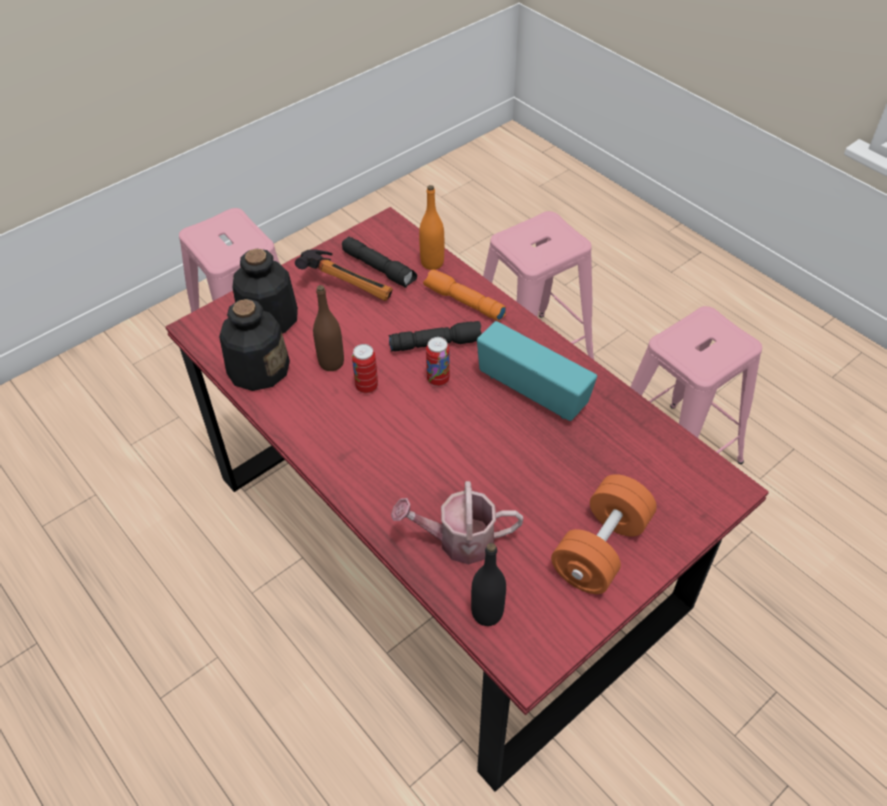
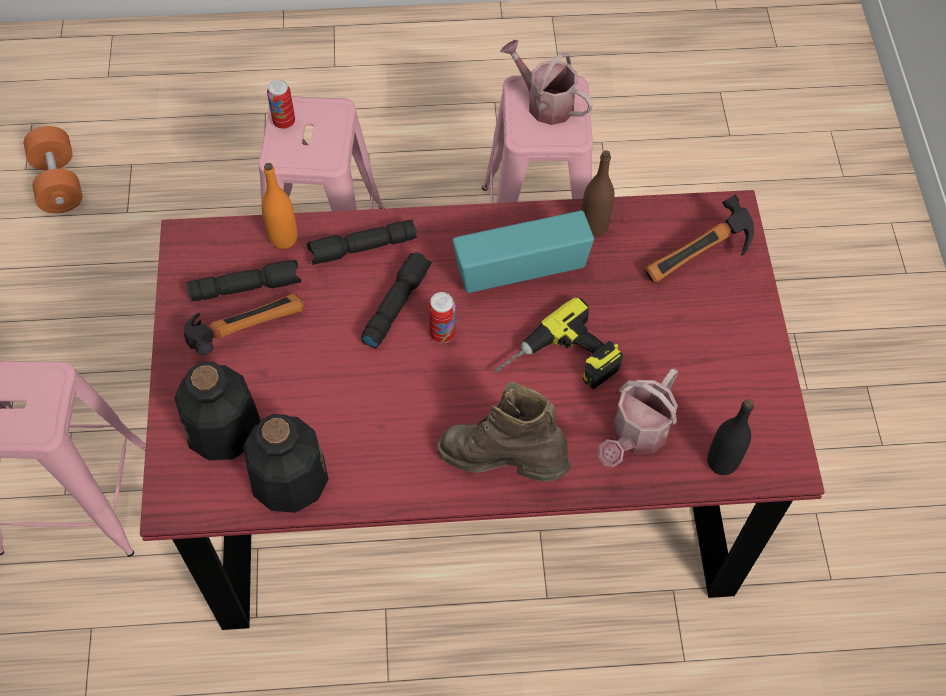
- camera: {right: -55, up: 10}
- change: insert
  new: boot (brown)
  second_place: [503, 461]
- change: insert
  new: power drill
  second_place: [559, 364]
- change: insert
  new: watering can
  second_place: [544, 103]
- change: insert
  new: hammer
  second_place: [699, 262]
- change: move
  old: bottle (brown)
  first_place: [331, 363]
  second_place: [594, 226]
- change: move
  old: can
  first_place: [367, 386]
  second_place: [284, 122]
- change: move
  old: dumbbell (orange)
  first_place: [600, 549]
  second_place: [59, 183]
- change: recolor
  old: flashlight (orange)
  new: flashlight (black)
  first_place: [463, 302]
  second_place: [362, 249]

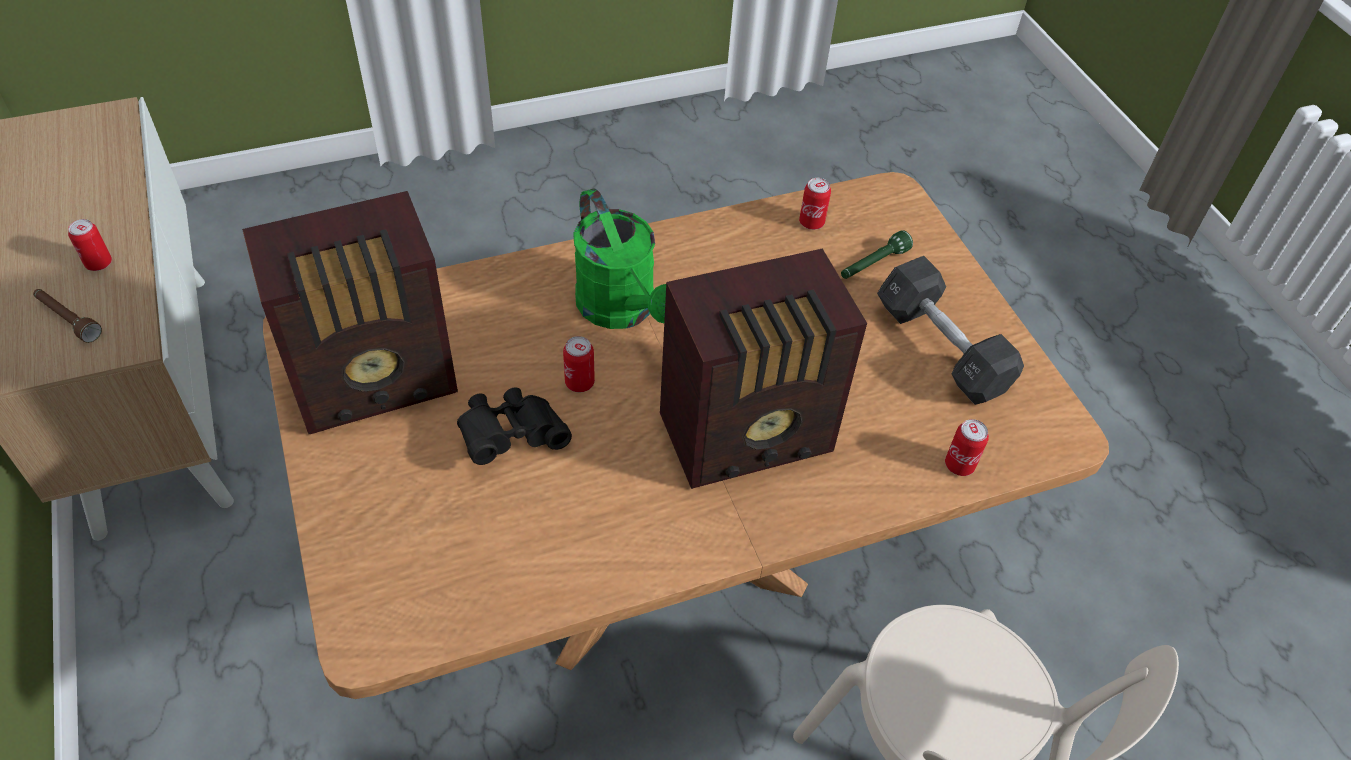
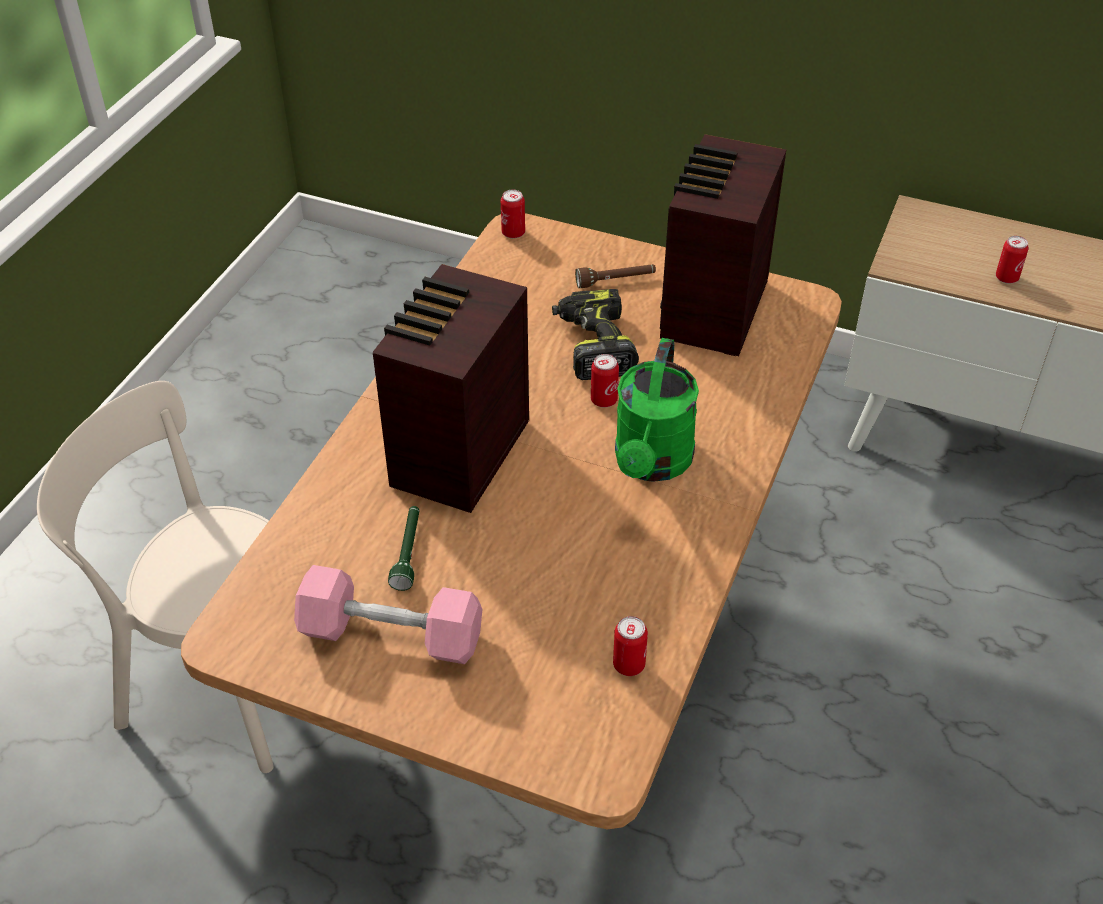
- camera: {right: 135, up: -5}
- change: move
  old: flashlight (brown)
  first_place: [68, 320]
  second_place: [615, 281]
- change: move
  old: flashlight (green)
  first_place: [873, 265]
  second_place: [408, 553]
- change: move
  old: can
  first_place: [959, 465]
  second_place: [513, 233]
- change: replace
  old: binoculars (black)
  new: power drill
  first_place: [512, 436]
  second_place: [593, 345]
- change: recolor
  old: dumbbell (black)
  new: dumbbell (pink)
  first_place: [941, 348]
  second_place: [391, 634]
- change: rotate
  old: watering can (green)
  first_place: [623, 310]
  second_place: [651, 464]
  degrees: -90

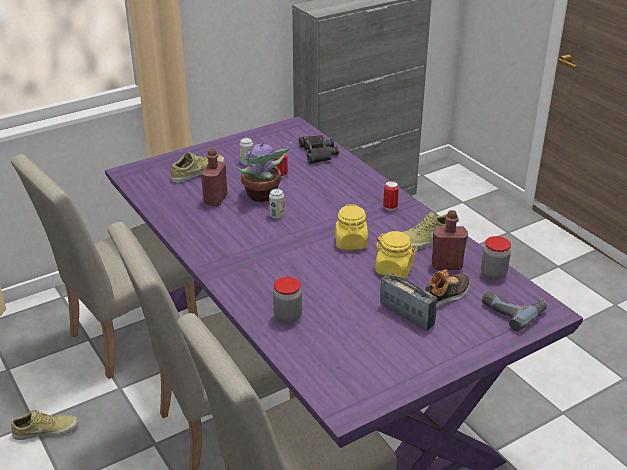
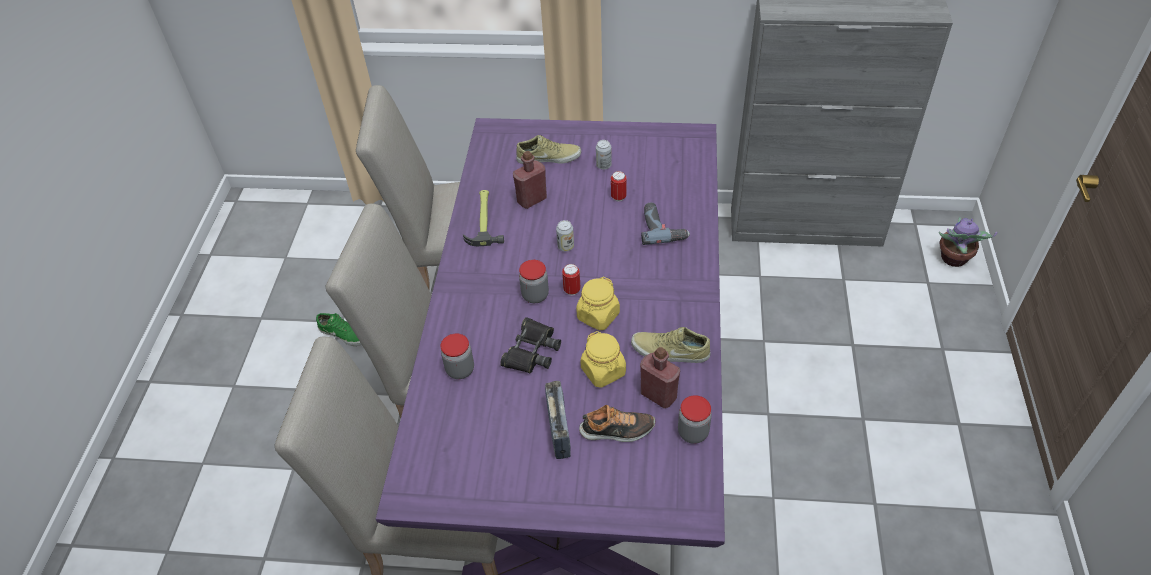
- camera: {right: 40, up: 15}
- change: insert
  new: hammer
  second_place: [484, 219]
- change: insert
  new: jar
  second_place: [535, 295]
- change: move
  old: potted plant
  first_place: [262, 196]
  second_place: [953, 259]
- change: move
  old: binoculars (black)
  first_place: [317, 153]
  second_place: [531, 351]
- change: move
  old: can
  first_place: [390, 207]
  second_place: [572, 290]
- change: move
  old: power drill
  first_place: [512, 310]
  second_place: [662, 227]
- change: recolor
  old: shoe (beige)
  new: shoe (green)
  first_place: [46, 429]
  second_place: [344, 333]

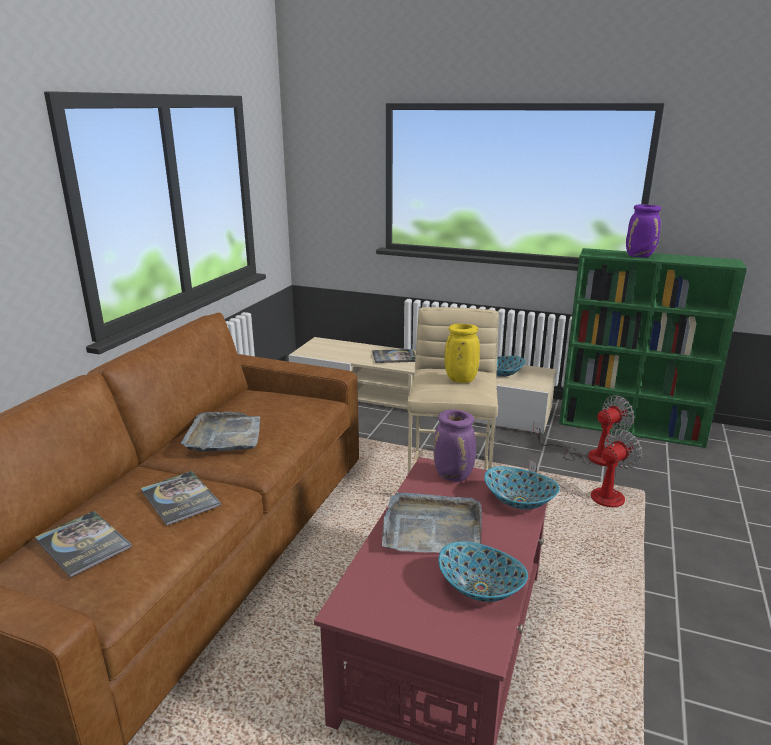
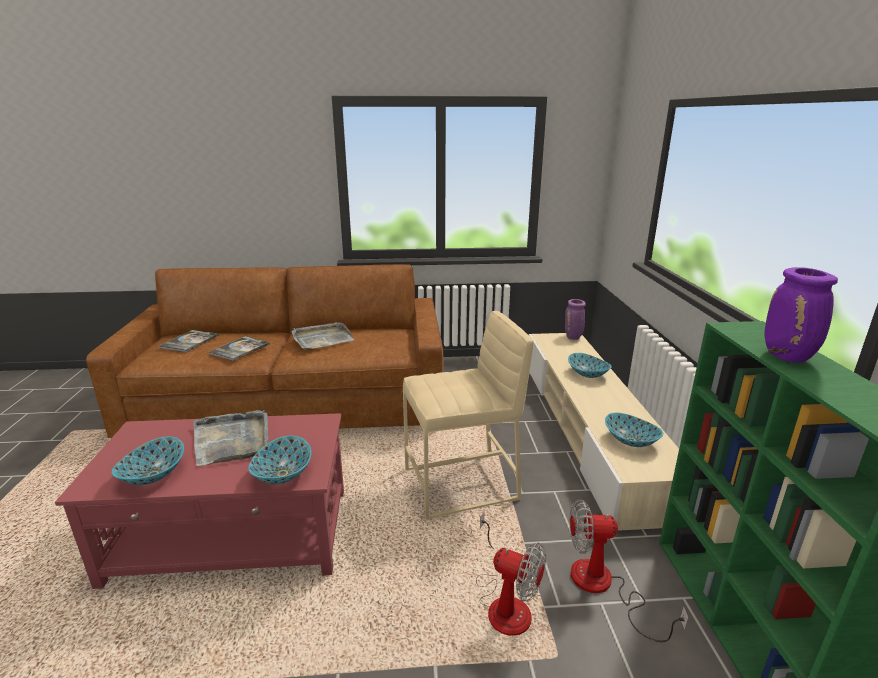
- camera: {right: 65, up: 0}
- change: delete
  old: vase (yellow)
  first_place: [460, 380]
- change: move
  old: vase (purple)
  first_place: [454, 476]
  second_place: [573, 337]
- change: replace
  old: book
  new: bowl
  first_place: [394, 357]
  second_place: [588, 374]
- change: rotate
  old: fan
  first_place: [591, 456]
  second_place: [603, 587]
  degrees: 150

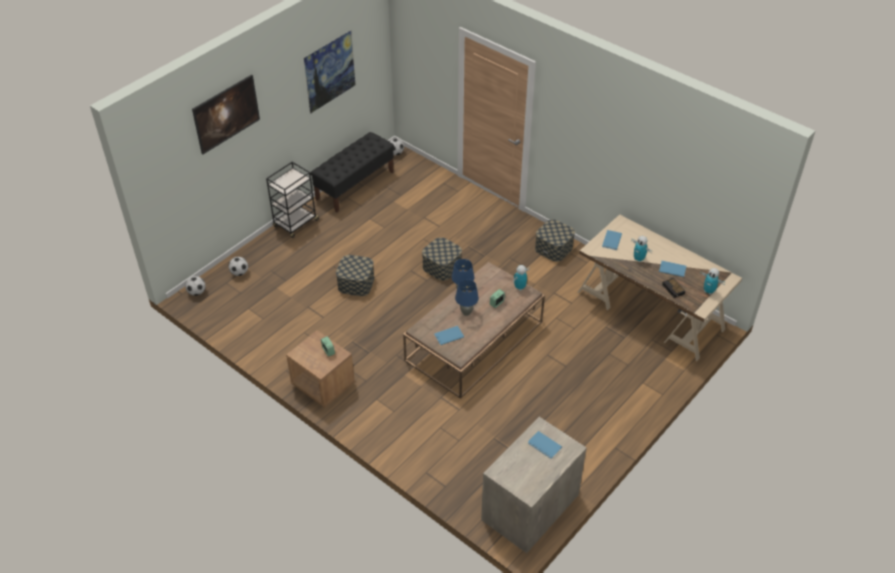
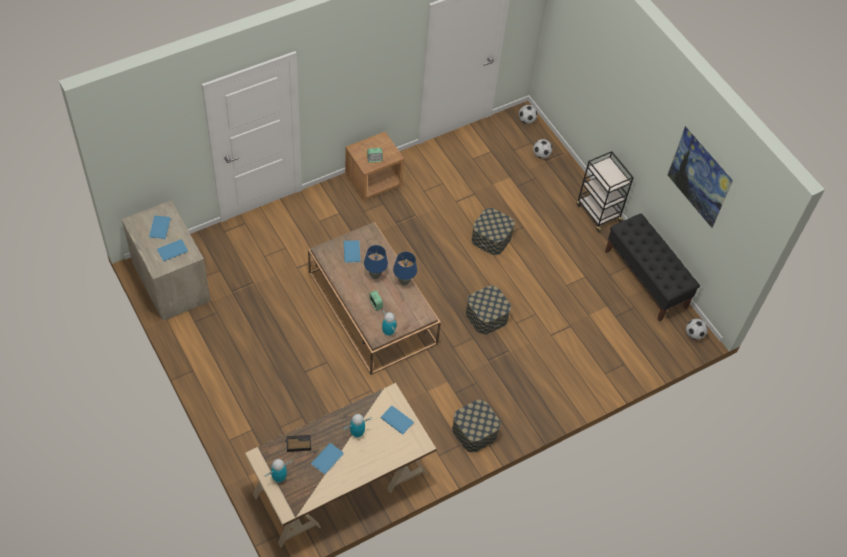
- camera: {right: 105, up: 10}
- change: delete
  old: picture
  first_place: [228, 125]
- change: insert
  new: book (blue)
  second_place: [159, 228]

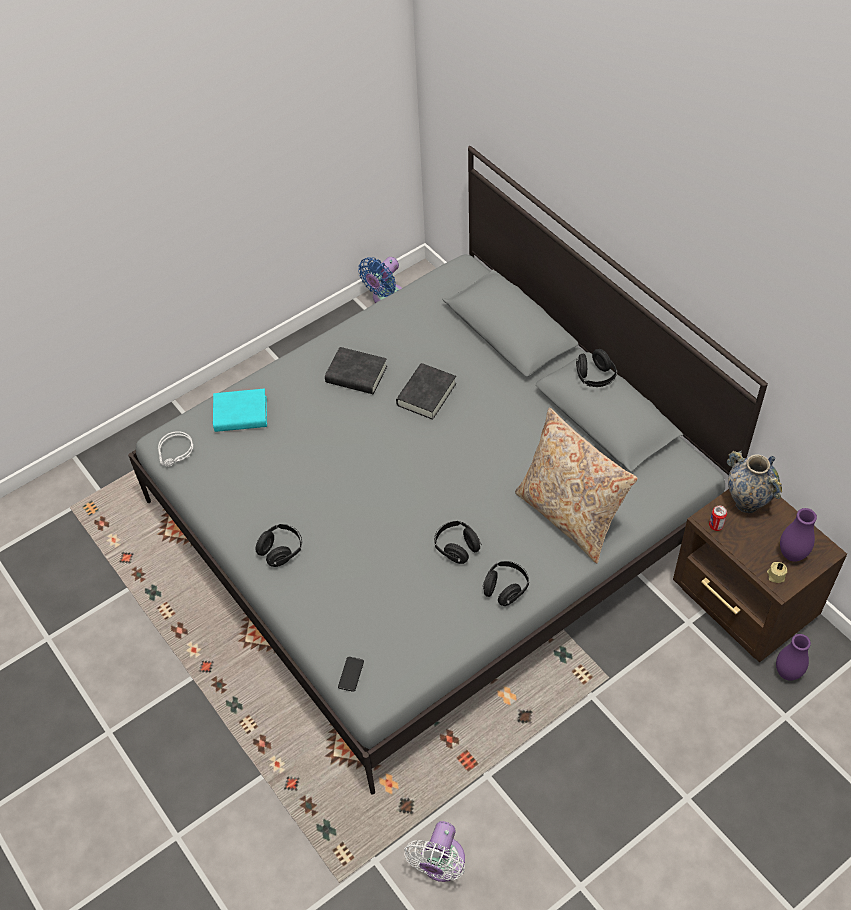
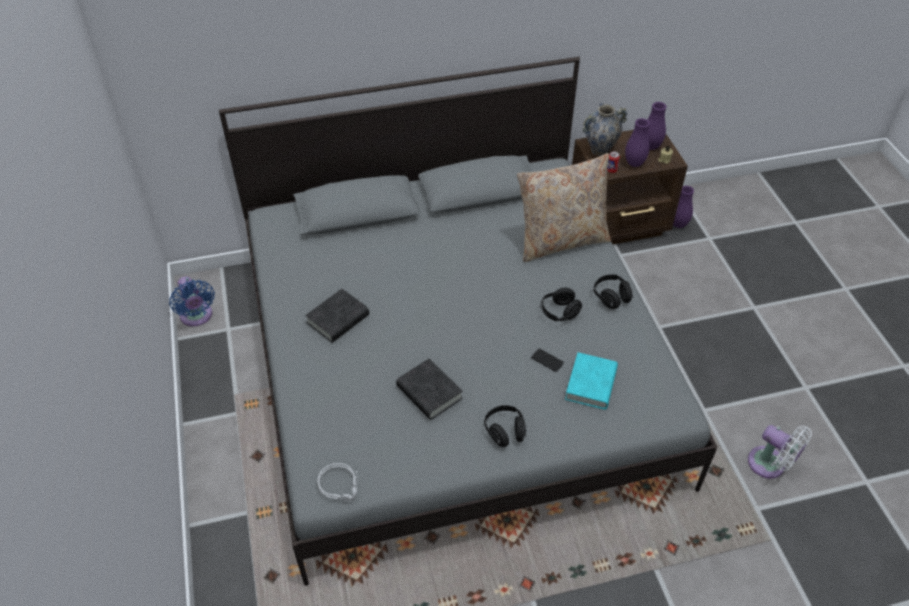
- camera: {right: -70, up: -5}
- change: delete
  old: headphones (black)
  first_place: [595, 377]
- change: insert
  new: vase (purple)
  second_place: [634, 163]
- change: move
  old: book (turquoise)
  first_place: [241, 414]
  second_place: [591, 384]
- change: move
  old: phone
  first_place: [351, 674]
  second_place: [547, 360]
- change: move
  old: book (black)
  first_place: [426, 394]
  second_place: [429, 392]

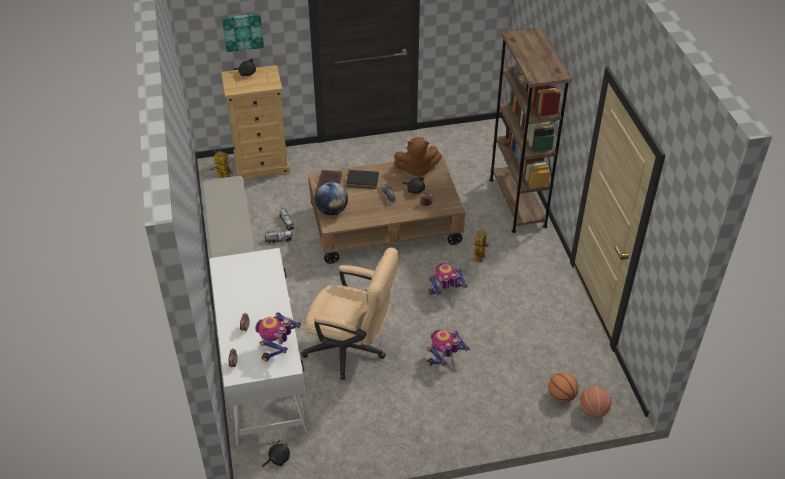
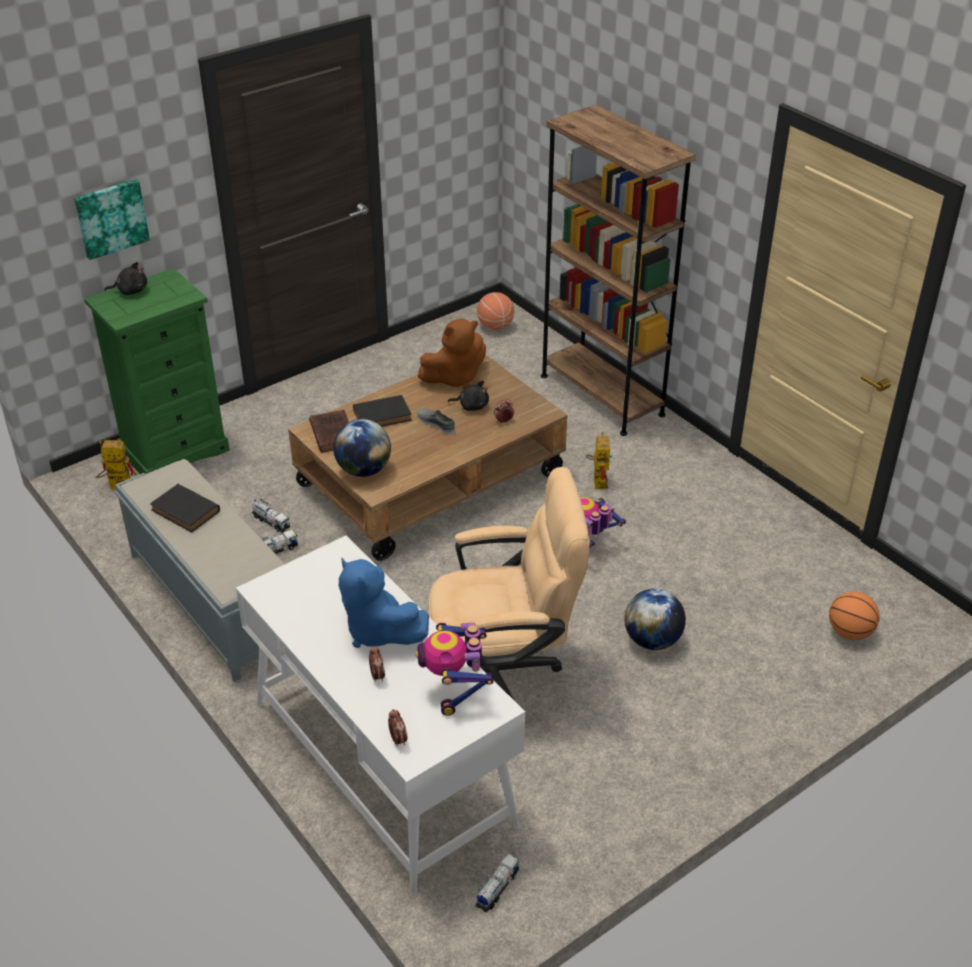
- camera: {right: -25, up: -5}
- change: insert
  new: book (black)
  second_place: [187, 511]
- change: insert
  new: plush toy (blue)
  second_place: [378, 631]
- change: move
  old: basketball
  first_place: [593, 410]
  second_place: [495, 326]
- change: replace
  old: plush toy (black)
  new: toy truck
  first_place: [278, 459]
  second_place: [497, 889]
- change: replace
  old: toy robot
  new: globe
  first_place: [445, 360]
  second_place: [652, 640]
- change: recolor
  old: dresser (beige)
  new: dresser (green)
  first_place: [262, 164]
  second_place: [175, 450]

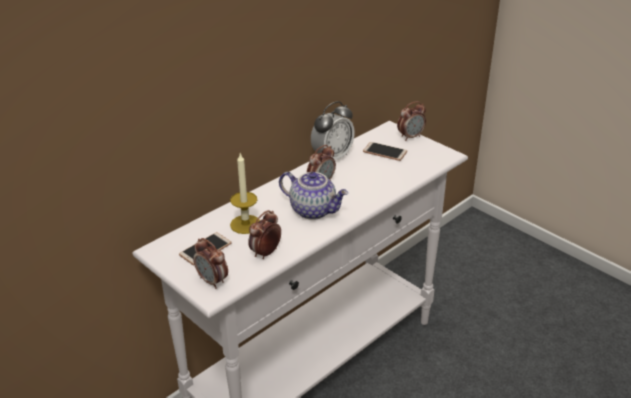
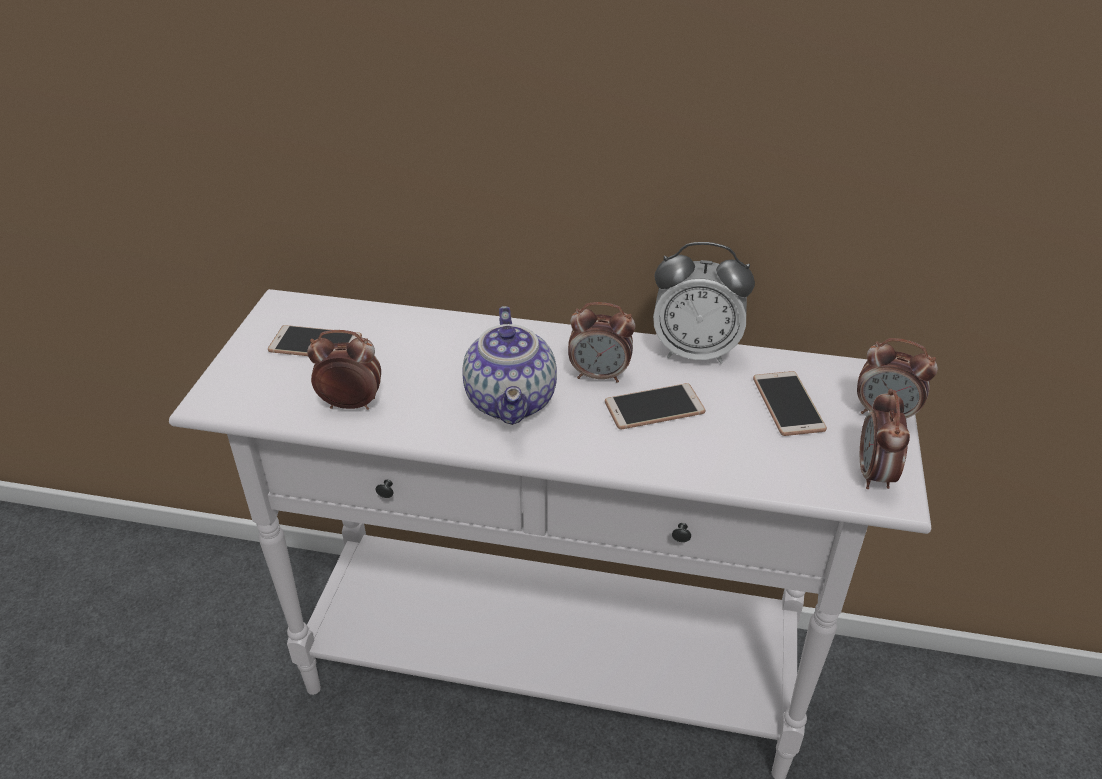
- camera: {right: 55, up: 5}
- change: delete
  old: candle
  first_place: [245, 224]
- change: insert
  new: phone
  second_place: [654, 408]
- change: move
  old: alarm clock
  first_place: [212, 281]
  second_place: [874, 475]

